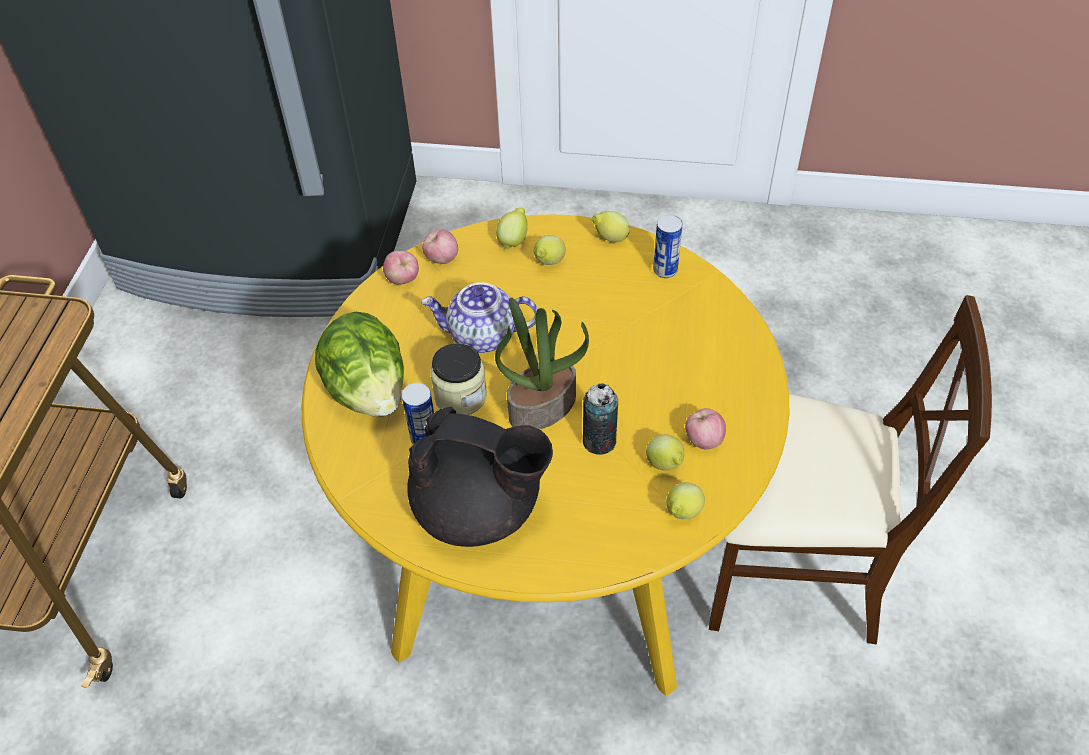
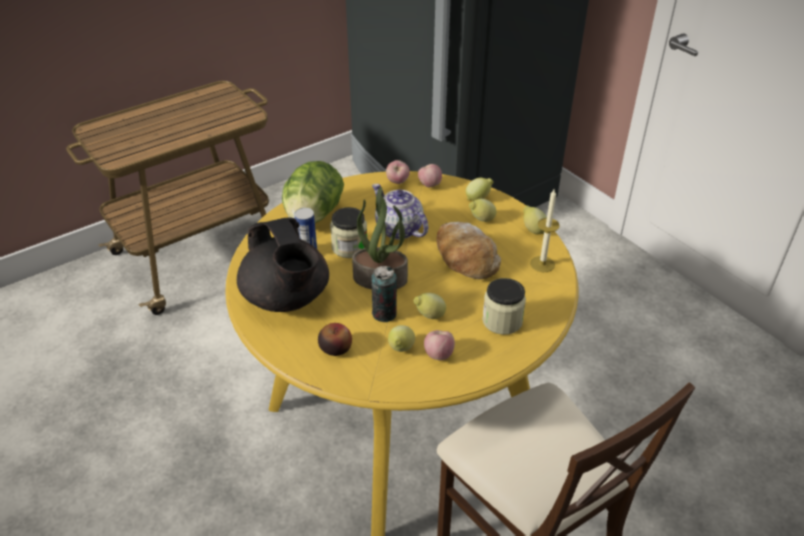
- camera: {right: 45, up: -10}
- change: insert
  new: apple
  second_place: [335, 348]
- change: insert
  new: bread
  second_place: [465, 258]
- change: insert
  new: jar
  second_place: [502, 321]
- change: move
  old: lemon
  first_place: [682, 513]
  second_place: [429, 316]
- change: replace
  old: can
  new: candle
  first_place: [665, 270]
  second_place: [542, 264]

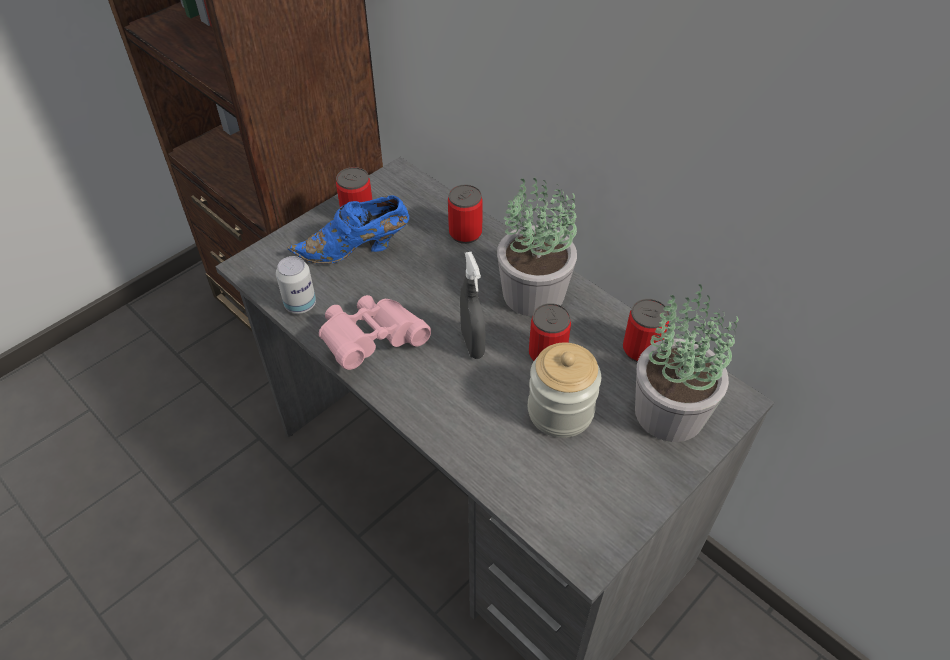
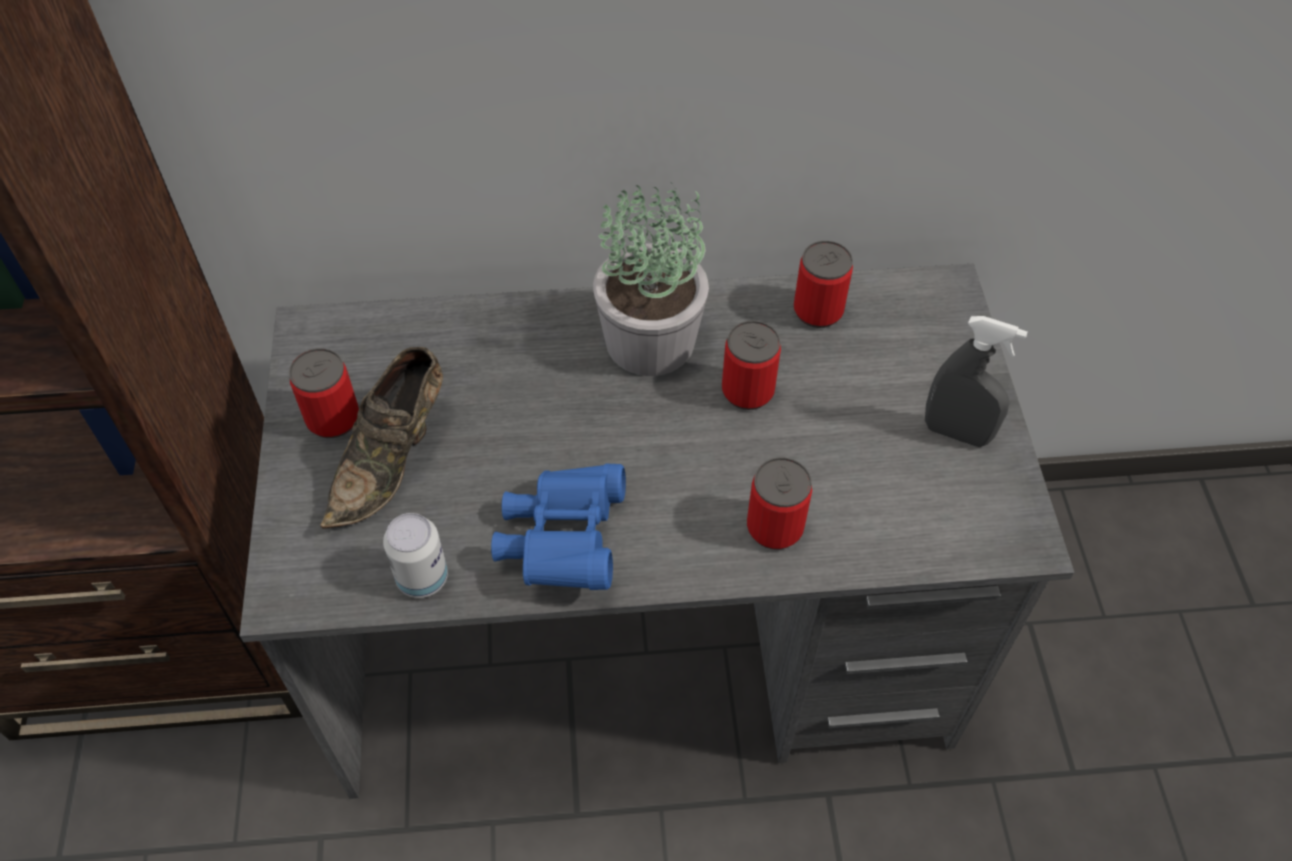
- camera: {right: -50, up: 5}
- change: delete
  old: jar
  first_place: [560, 411]
- change: delete
  old: potted plant
  first_place: [668, 411]
- change: move
  old: can
  first_place: [465, 233]
  second_place: [774, 527]
- change: move
  old: spray bottle (grey)
  first_place: [472, 343]
  second_place: [956, 433]
- change: recolor
  old: shoe (blue)
  new: shoe (brown)
  first_place: [356, 250]
  second_place: [393, 459]
- change: recolor
  old: binoculars (pink)
  new: binoculars (blue)
  first_place: [372, 341]
  second_place: [563, 540]

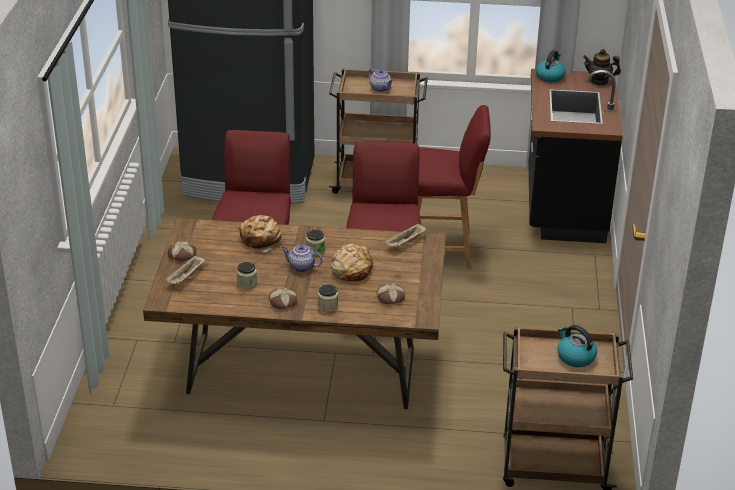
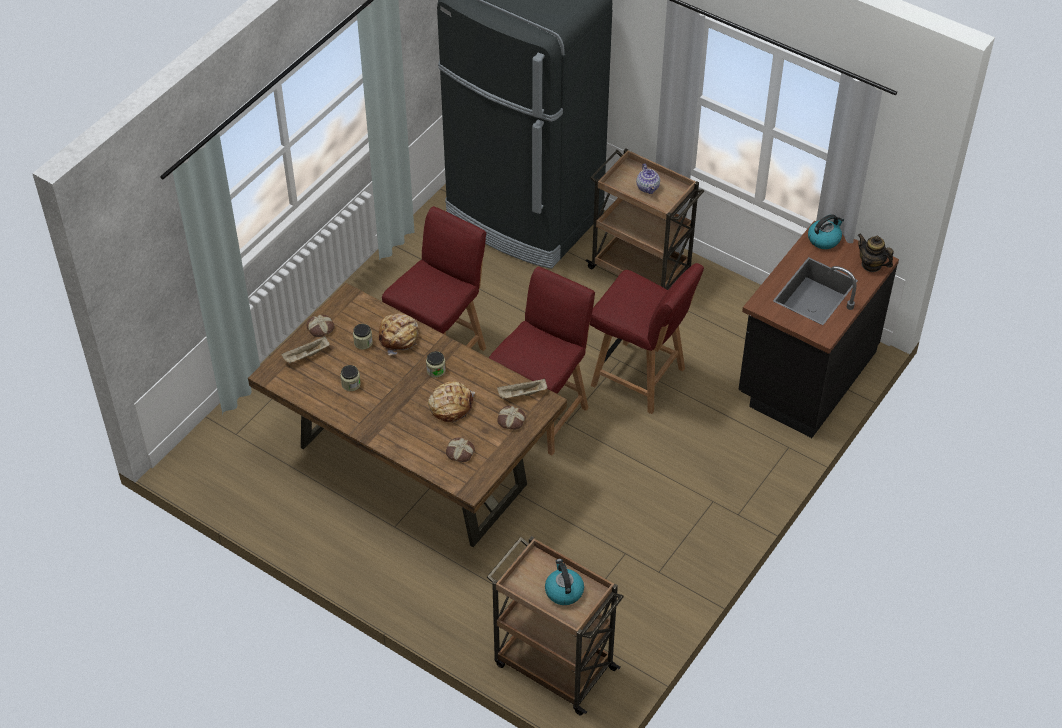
- camera: {right: 30, up: 15}
- change: delete
  old: teapot
  first_place: [301, 267]
- change: move
  old: bread
  first_place: [283, 302]
  second_place: [511, 420]
- change: move
  old: jar
  first_place: [328, 306]
  second_place: [363, 342]

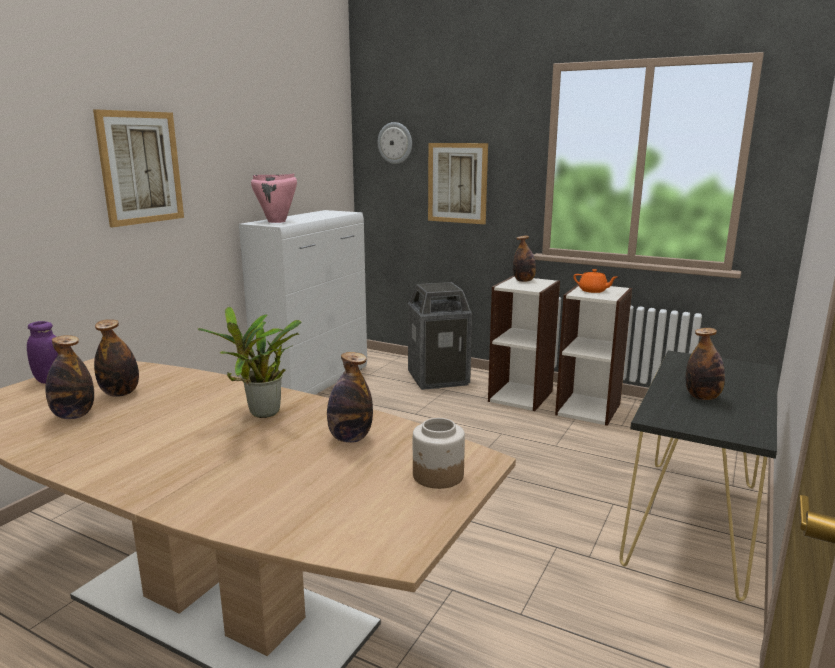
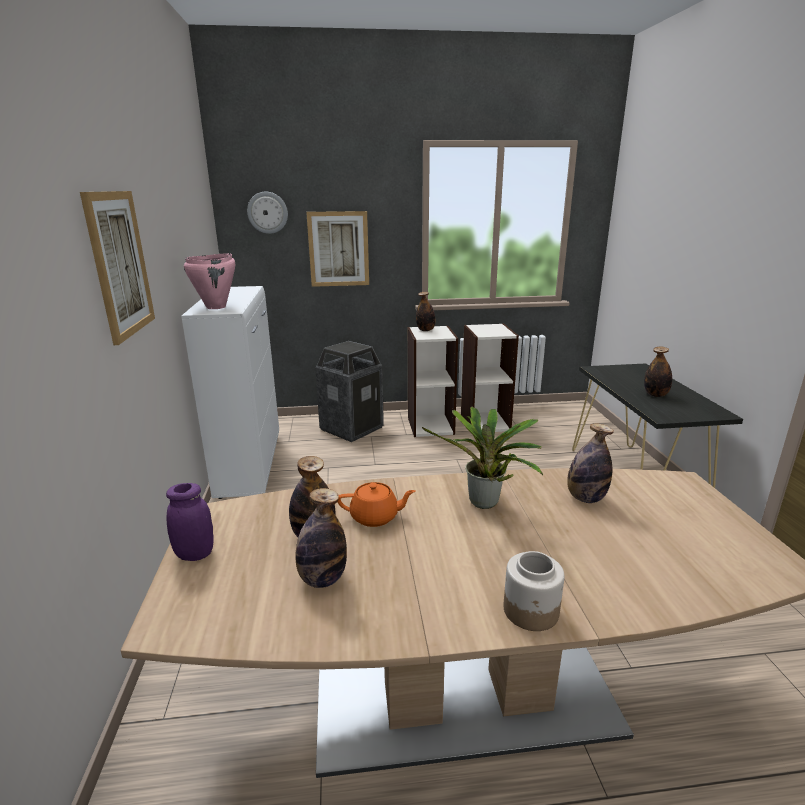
- camera: {right: -35, up: 5}
- change: move
  old: jar
  first_place: [438, 476]
  second_place: [531, 611]
- change: move
  old: teapot (orange)
  first_place: [593, 291]
  second_place: [375, 517]

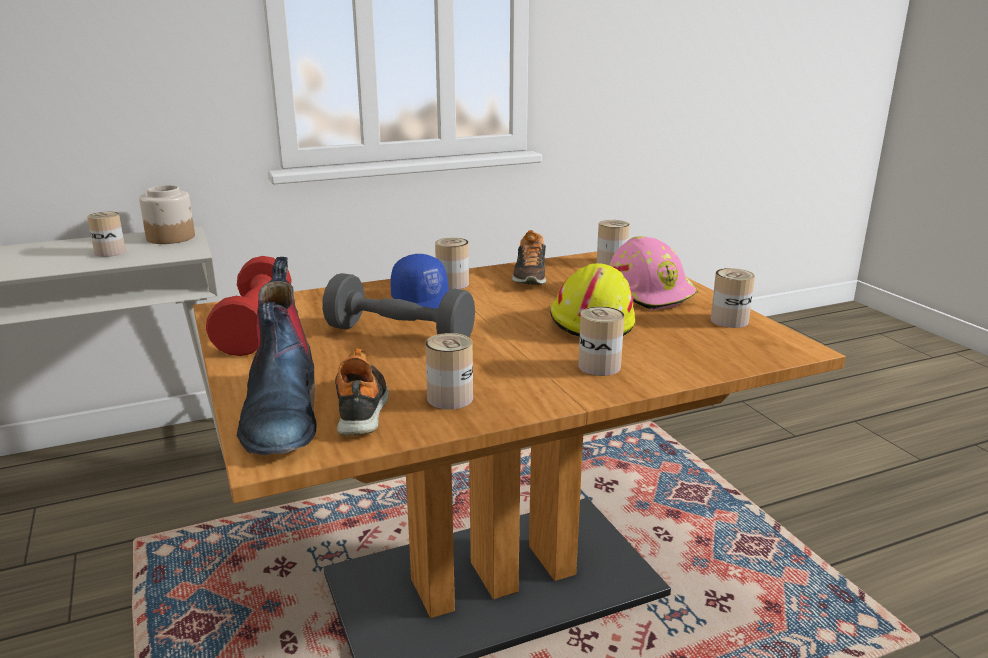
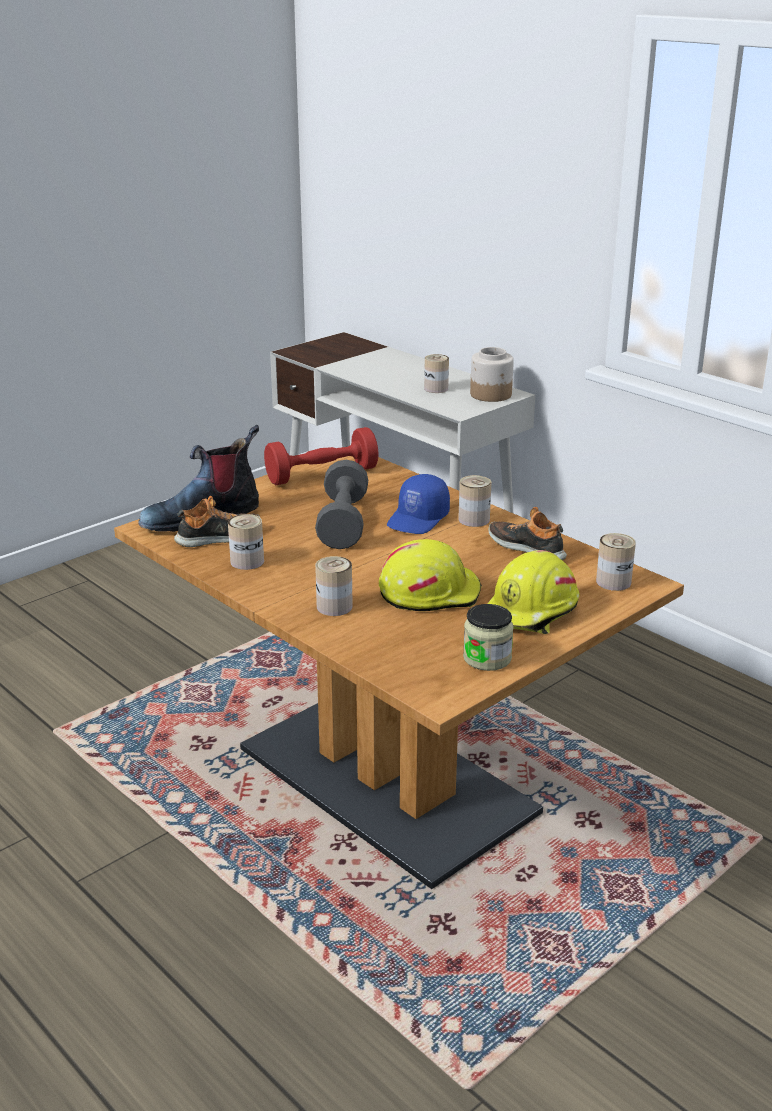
- camera: {right: 70, up: 5}
- change: replace
  old: can
  new: jar
  first_place: [729, 320]
  second_place: [487, 658]
- change: recolor
  old: hard hat (pink)
  new: hard hat (yellow)
  first_place: [650, 293]
  second_place: [532, 612]
- change: rotate
  old: shoe
  first_place: [529, 276]
  second_place: [527, 548]
  degrees: 60

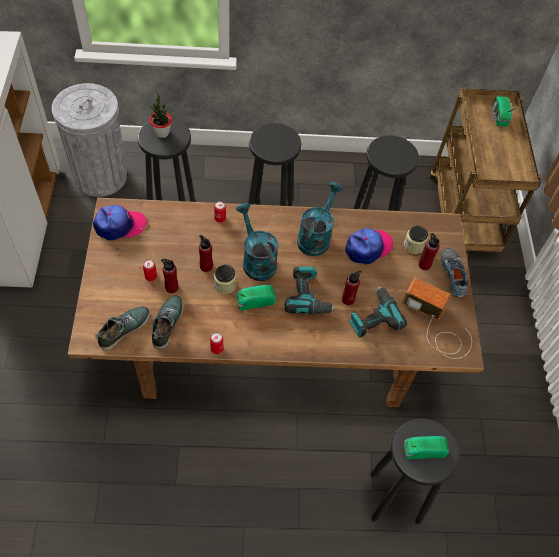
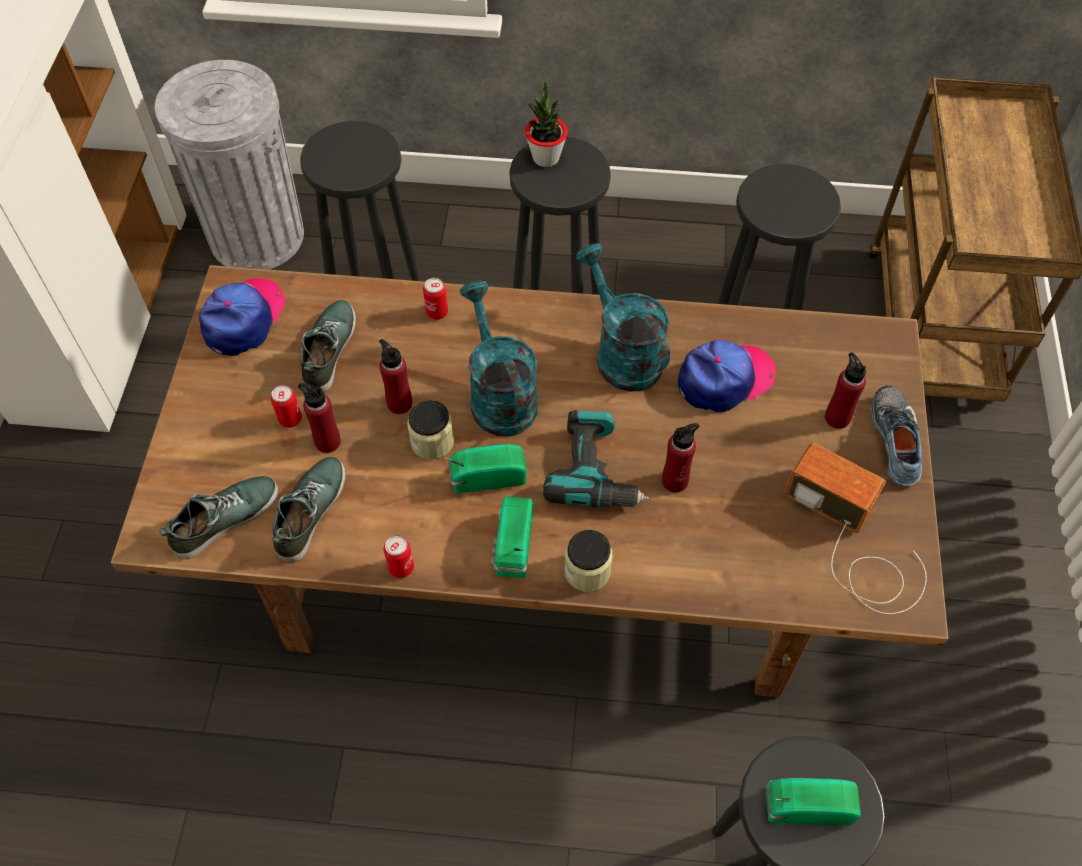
- camera: {right: 10, up: 0}
- change: delete
  old: power drill
  first_place: [373, 317]
- change: insert
  new: shoe
  second_place: [328, 350]
- change: move
  old: potted plant
  first_place: [162, 132]
  second_place: [546, 157]
- change: move
  old: jar
  first_place: [413, 245]
  second_place: [587, 571]
- change: move
  old: radio
  first_place: [499, 117]
  second_place: [512, 547]
- change: rotate
  old: cap
  first_place: [119, 225]
  second_place: [244, 319]
  degrees: -60
- change: rotate
  old: watering can (turquoise)
  first_place: [316, 236]
  second_place: [621, 353]
  degrees: -60

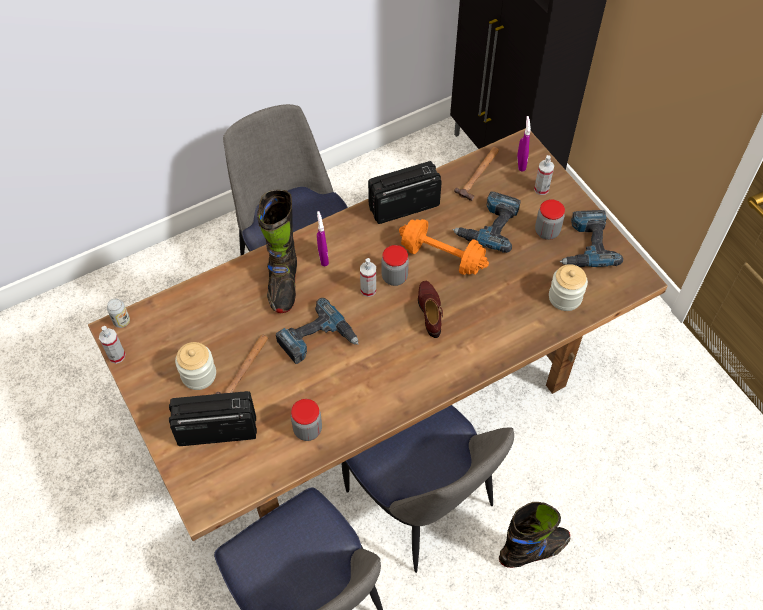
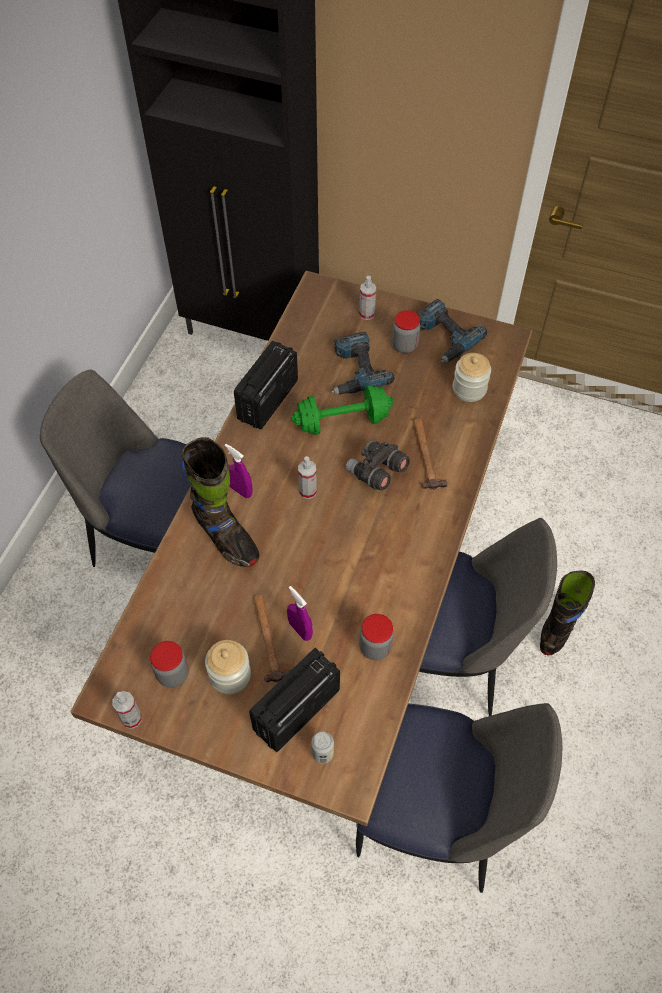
- camera: {right: -40, up: 0}
- change: delete
  old: power drill
  first_place: [317, 340]
- change: move
  old: can
  first_place: [121, 321]
  second_place: [322, 753]
- change: move
  old: jar
  first_place: [394, 277]
  second_place: [173, 674]
- change: move
  old: hammer
  first_place: [479, 174]
  second_place: [426, 455]
- change: move
  old: spray bottle (purple)
  first_place: [521, 163]
  second_place: [300, 630]
- change: replace
  old: shoe (brown)
  new: binoculars (grey)
  first_place: [430, 311]
  second_place: [376, 473]
- change: recolor
  old: dumbbell (orange)
  new: dumbbell (green)
  first_place: [442, 257]
  second_place: [342, 421]

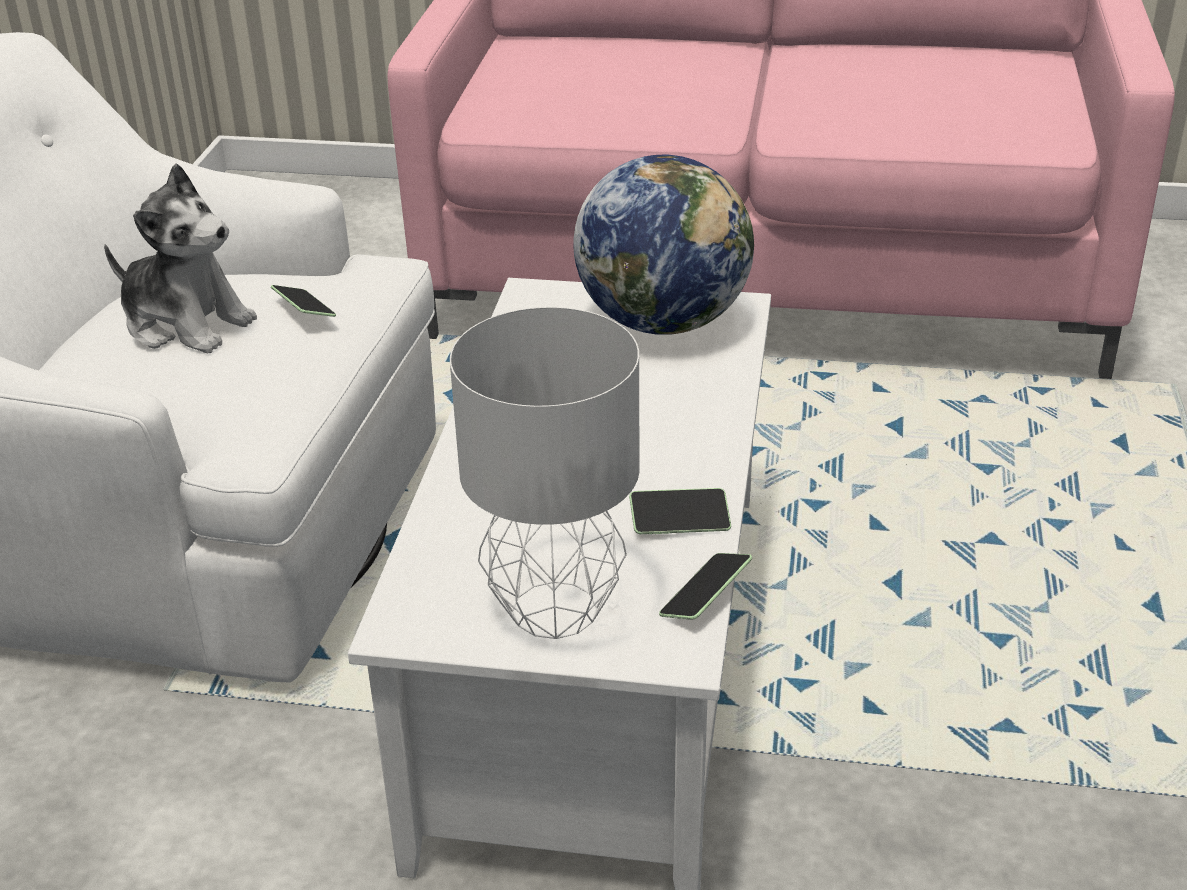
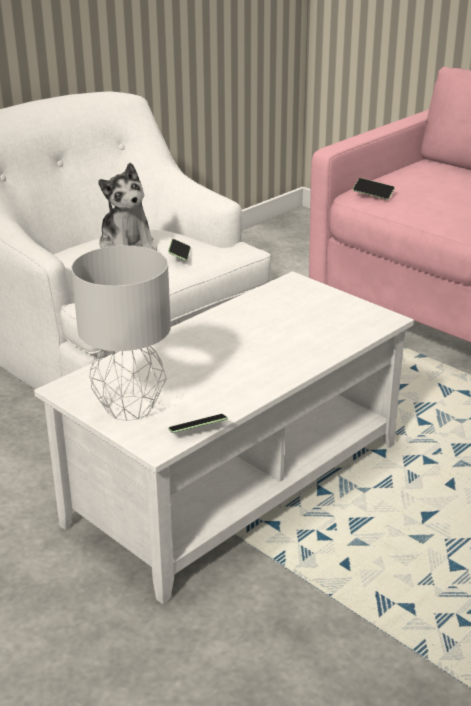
- camera: {right: 35, up: -5}
- change: delete
  old: globe
  first_place: [663, 321]
- change: move
  old: phone
  first_place: [680, 523]
  second_place: [373, 194]

